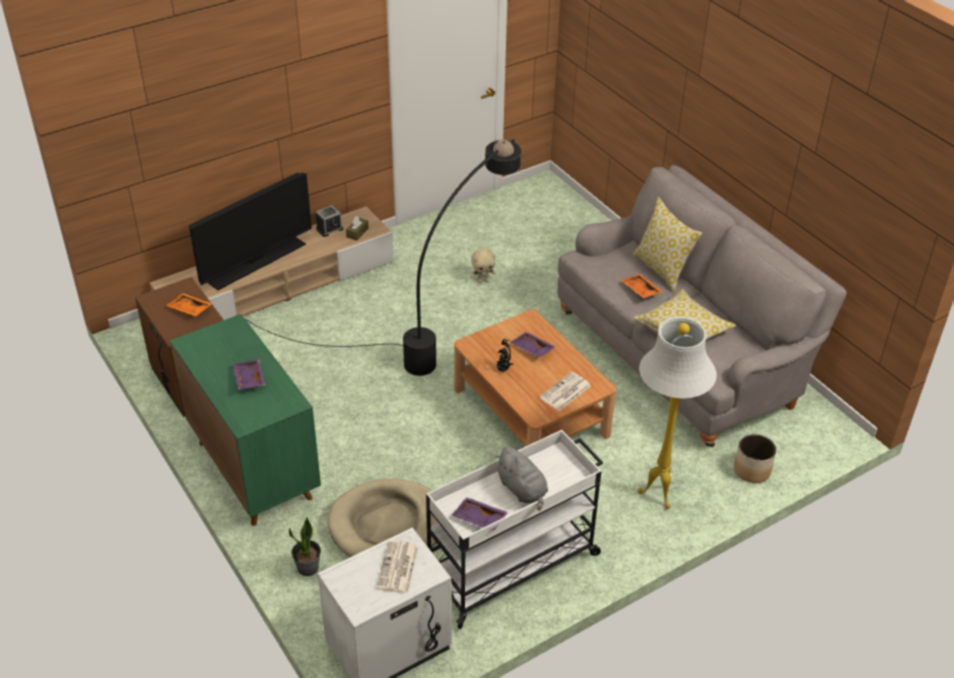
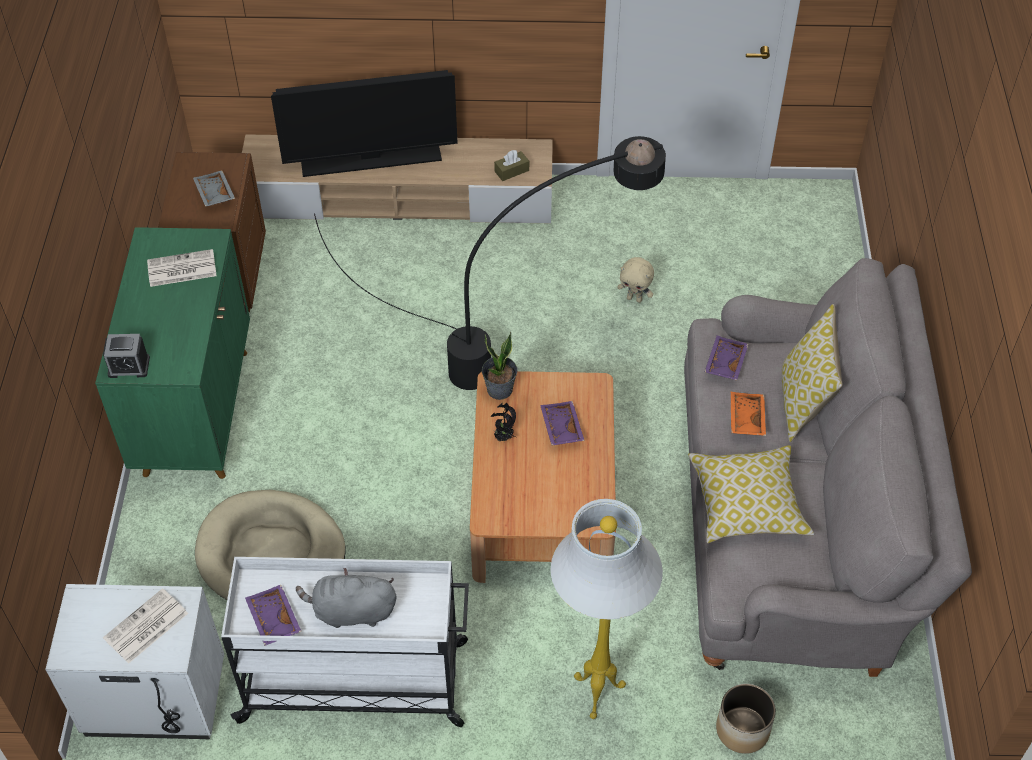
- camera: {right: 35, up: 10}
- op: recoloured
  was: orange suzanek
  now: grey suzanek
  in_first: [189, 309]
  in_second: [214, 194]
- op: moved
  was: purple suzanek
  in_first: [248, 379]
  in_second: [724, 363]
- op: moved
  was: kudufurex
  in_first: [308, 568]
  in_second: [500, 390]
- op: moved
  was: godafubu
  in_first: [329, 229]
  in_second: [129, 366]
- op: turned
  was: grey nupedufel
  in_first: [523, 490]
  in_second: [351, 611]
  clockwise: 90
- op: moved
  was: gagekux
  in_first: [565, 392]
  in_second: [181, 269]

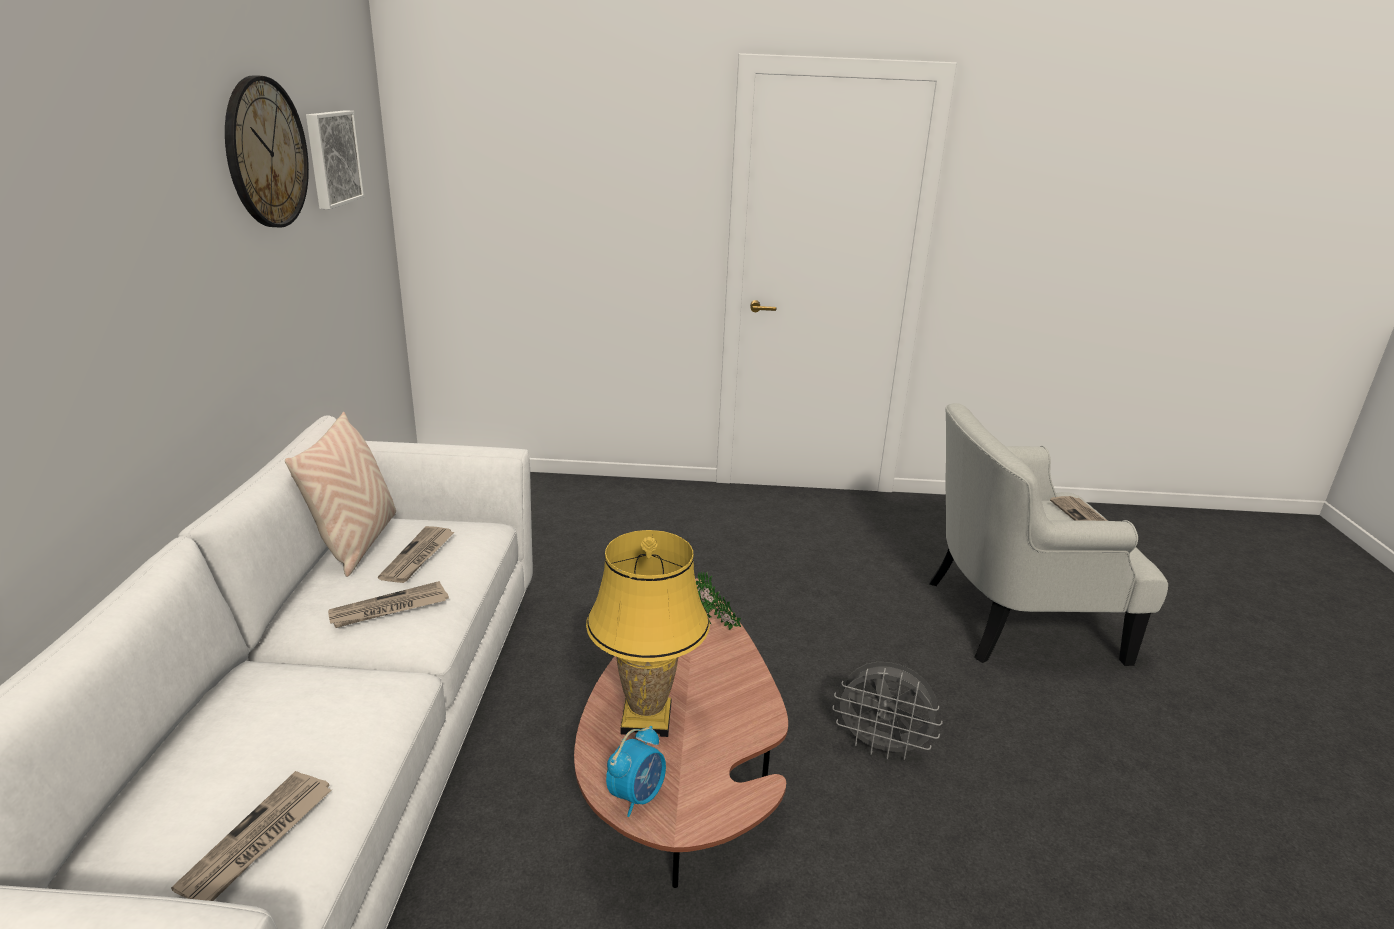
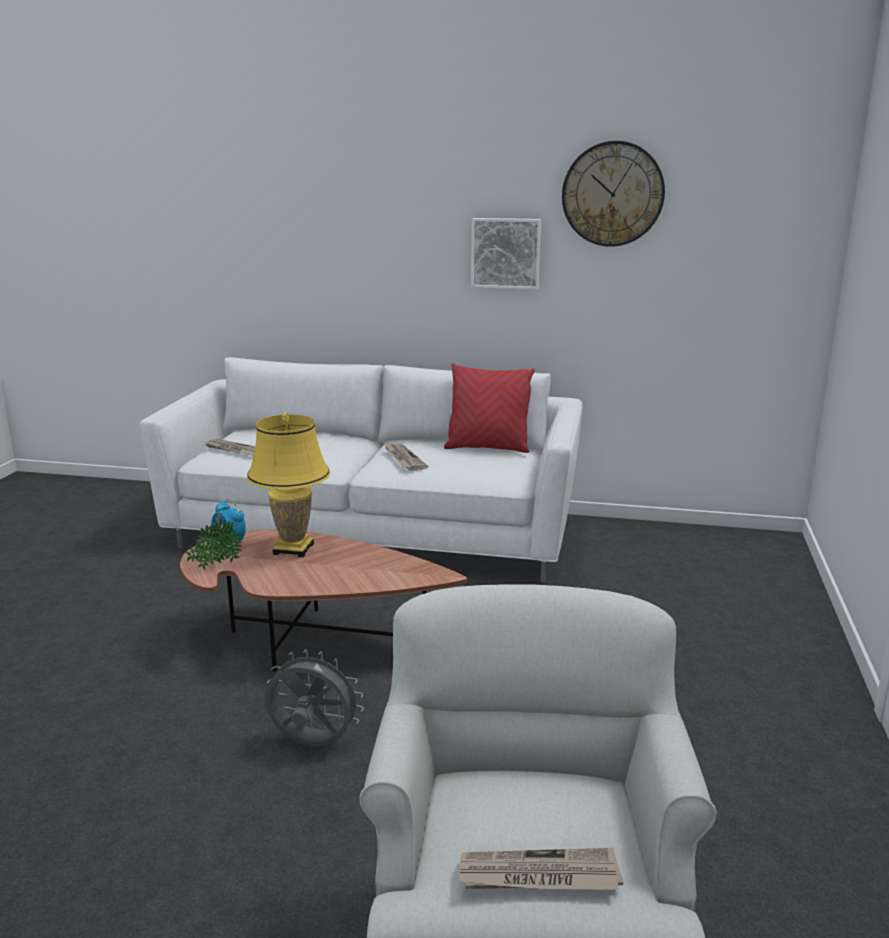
- camera: {right: 100, up: -5}
- op: recoloured
  was: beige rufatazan
  now: red rufatazan
  in_first: [357, 543]
  in_second: [487, 448]
- op: moved
  was: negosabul
  in_first: [332, 158]
  in_second: [506, 253]
- op: removed
  was: gagekux
  in_first: [418, 557]
- op: moved
  was: kudufurex
  in_first: [714, 627]
  in_second: [215, 566]
- op: turned
  was: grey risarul
  in_first: [881, 747]
  in_second: [312, 744]
  clockwise: 75

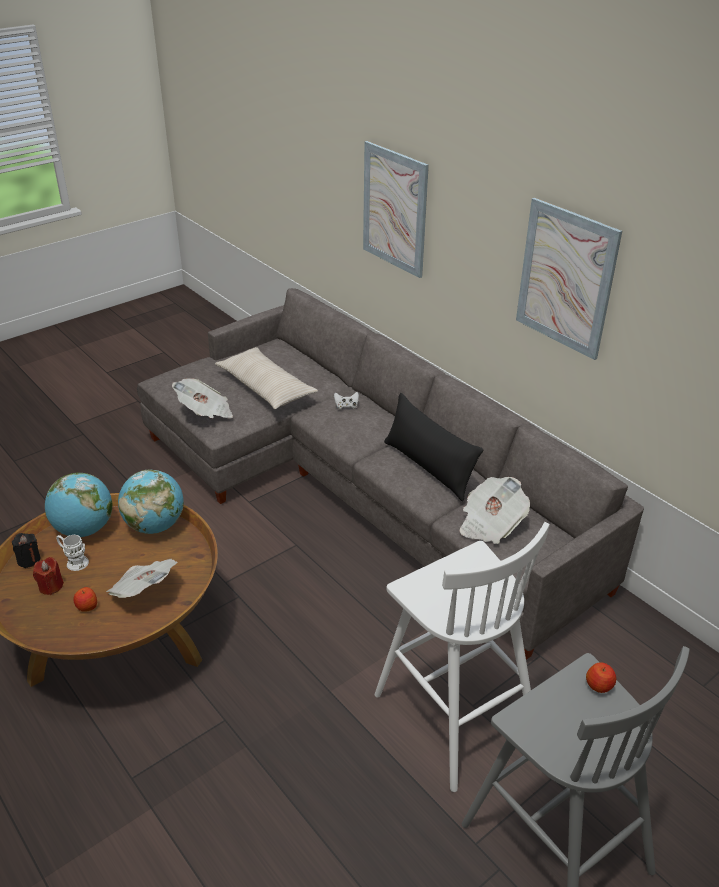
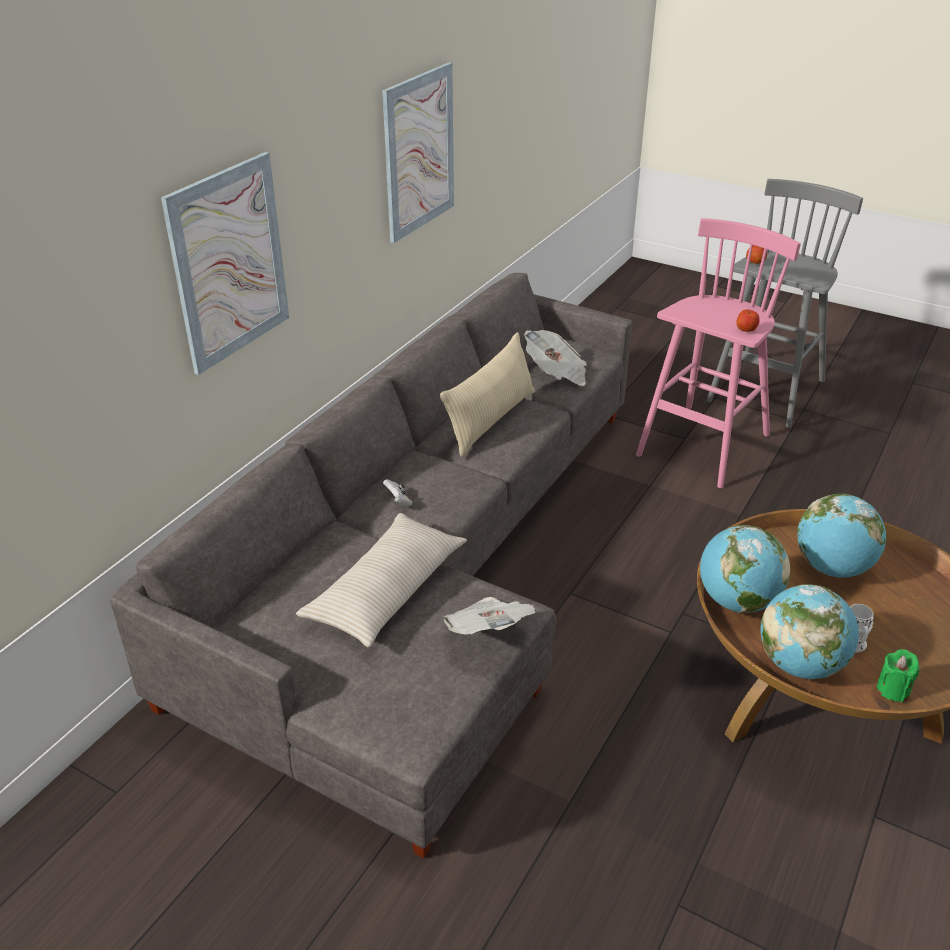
- camera: {right: -110, up: 0}
- op: recoloured
  was: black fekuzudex
  now: green fekuzudex
  in_first: [29, 560]
  in_second: [893, 689]
- op: removed
  was: red fekuzudex
  in_first: [51, 586]
- op: moved
  was: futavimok
  in_first: [87, 606]
  in_second: [746, 329]
- op: replaced
  was: gagekux
  now: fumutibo
  in_first: [144, 590]
  in_second: [832, 568]
- op: recoloured
  was: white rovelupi
  now: pink rovelupi
  in_first: [452, 714]
  in_second: [702, 447]
- op: recoloured
  was: black rufatazan
  now: beige rufatazan
  in_first: [428, 467]
  in_second: [490, 420]

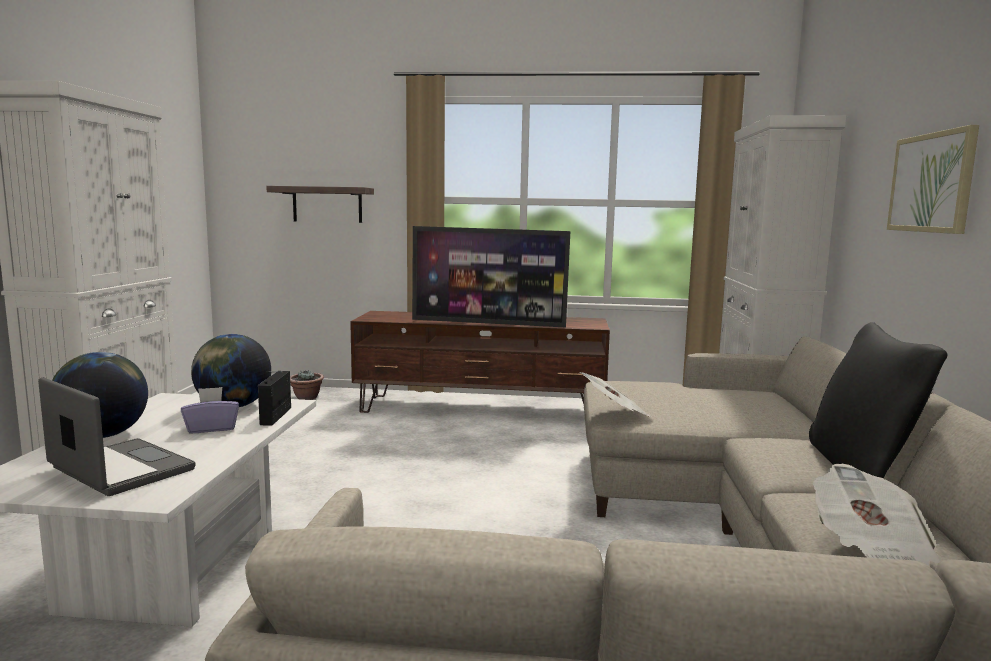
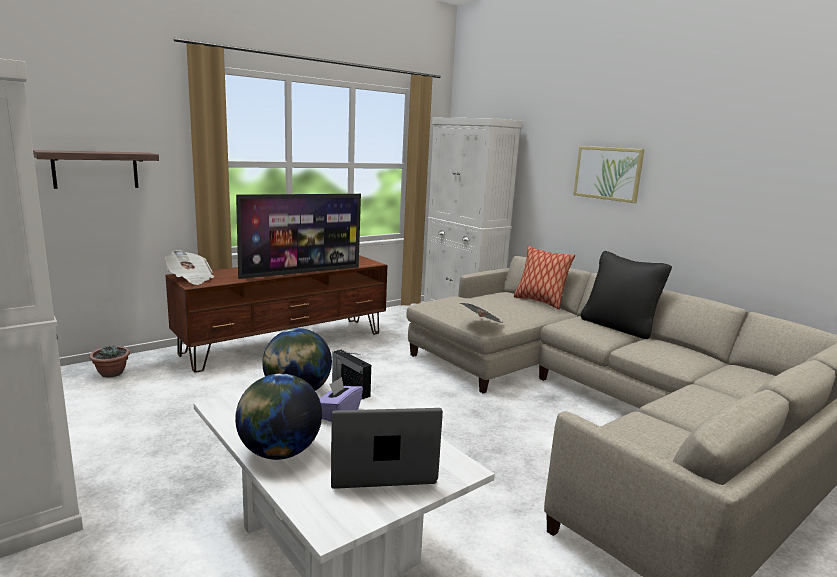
- camera: {right: -45, up: 5}
- op: moved
  was: gagekux
  in_first: [871, 549]
  in_second: [190, 279]
- op: added
  now: rufatazan
  in_second: [539, 302]

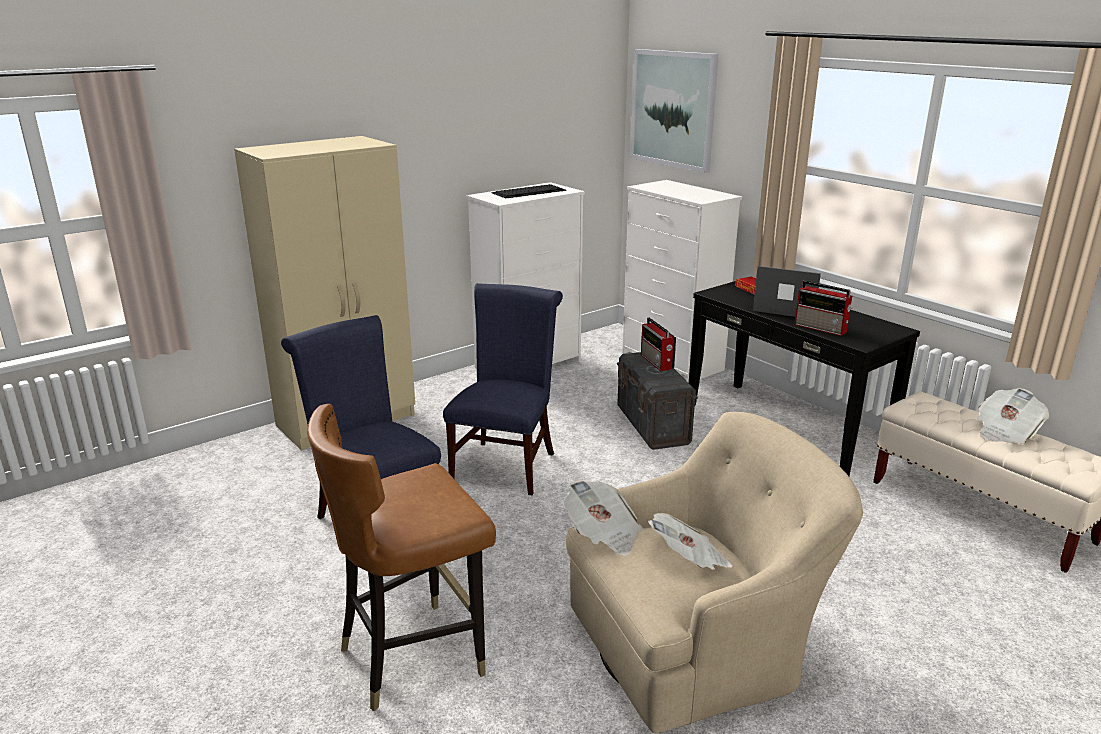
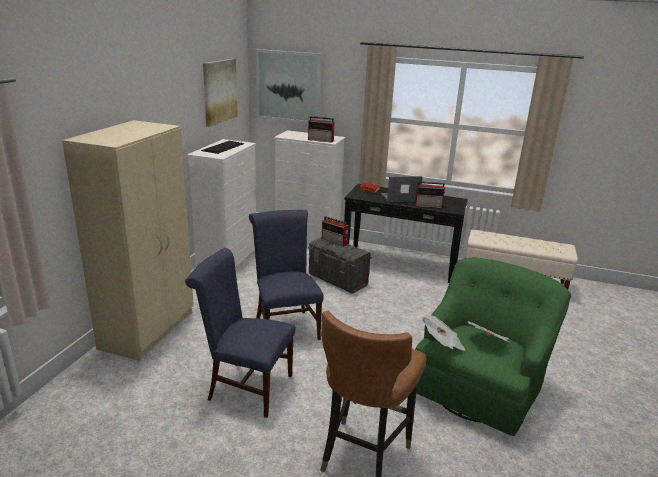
- camera: {right: -35, up: 0}
- op: recoloured
  was: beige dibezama
  now: green dibezama
  in_first: [699, 642]
  in_second: [479, 385]
- op: removed
  was: gagekux
  in_first: [1005, 432]
- op: added
  now: negosabul
  in_second: [219, 91]
- op: added
  now: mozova
  in_second: [321, 140]

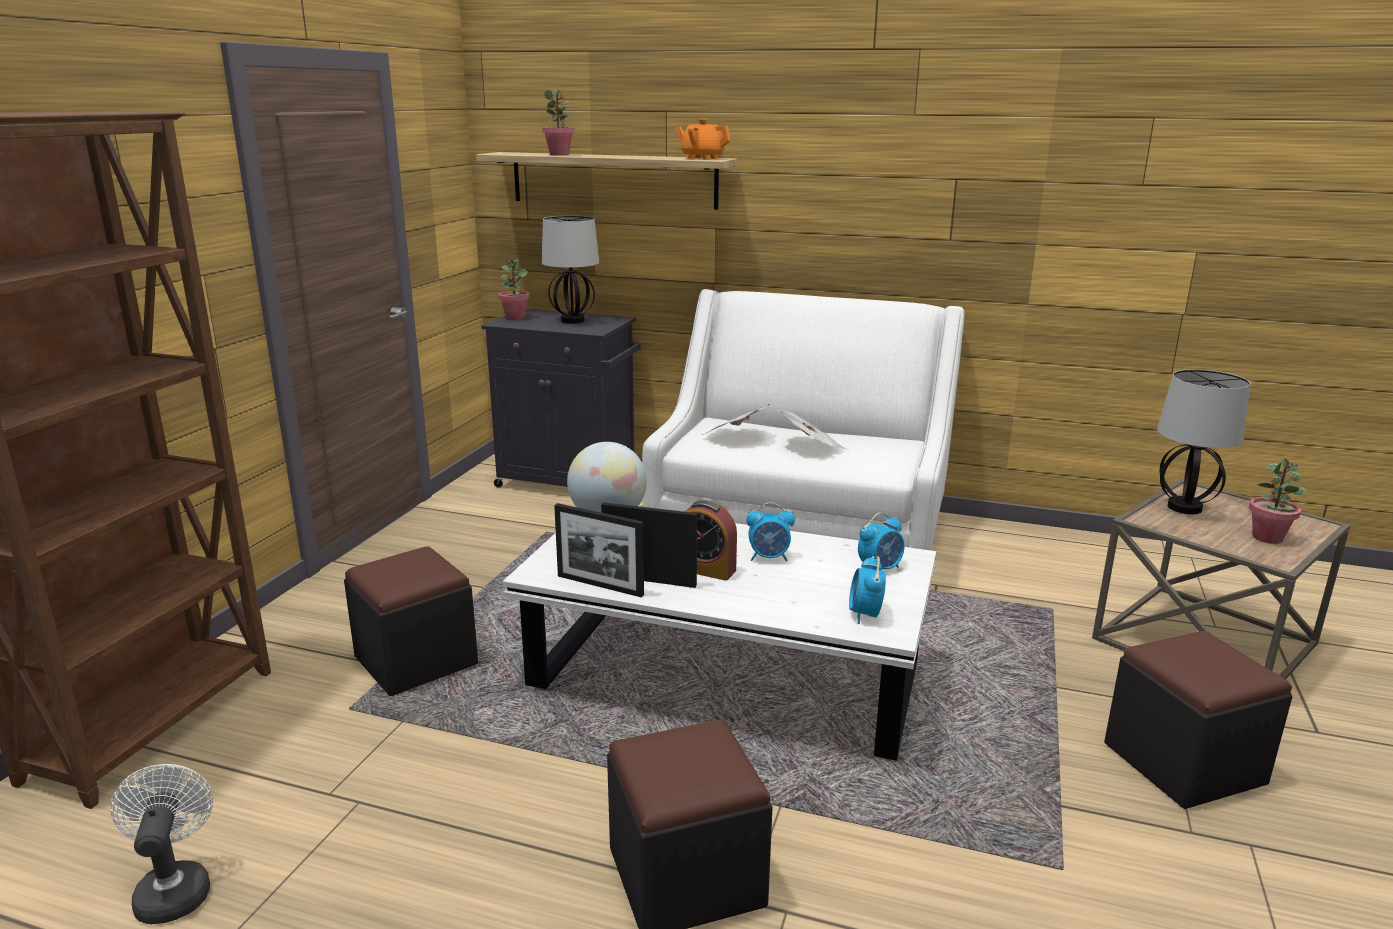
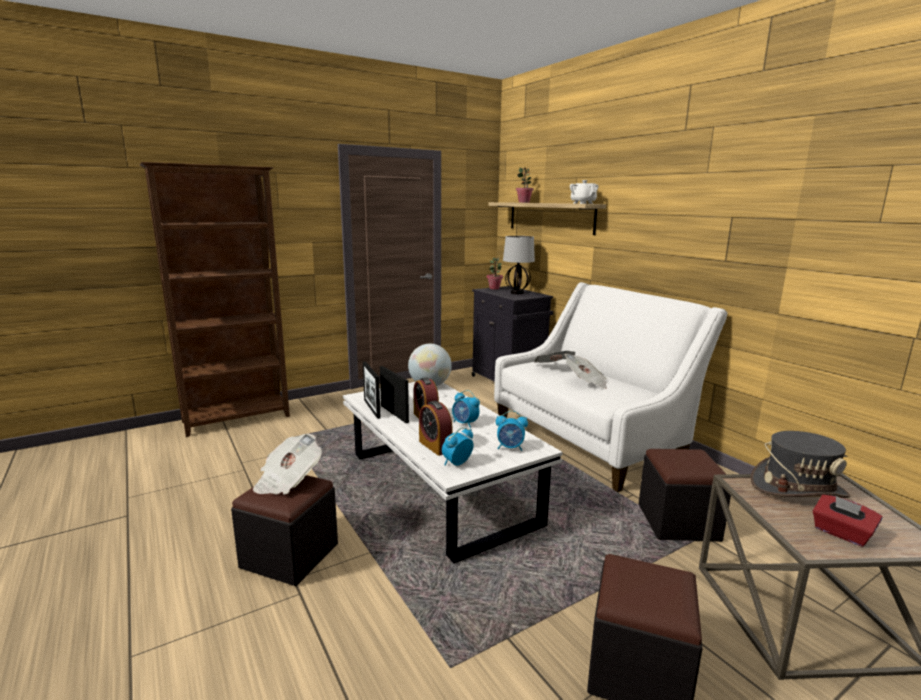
- camera: {right: 40, up: -5}
- op: removed
  was: white risarul
  in_first: [174, 888]
- op: moved
  was: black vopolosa
  in_first: [416, 661]
  in_second: [678, 522]
- op: recoloured
  was: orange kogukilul
  now: white kogukilul
  in_first: [702, 158]
  in_second: [583, 203]
- op: replaced
  was: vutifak
  now: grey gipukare
  in_first: [1184, 507]
  in_second: [797, 488]
- op: replaced
  was: kudufurex
  now: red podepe
  in_first: [1267, 538]
  in_second: [841, 533]
- op: added
  now: gagekux
  in_second: [288, 480]
- op: added
  now: godafubu
  in_second: [435, 446]

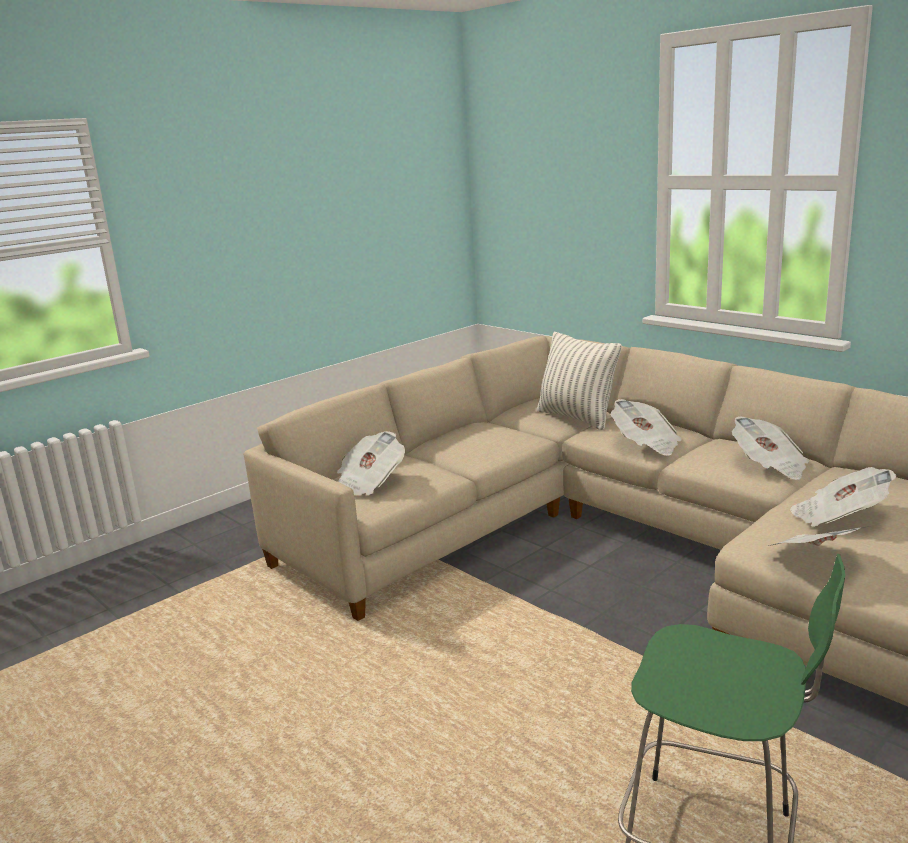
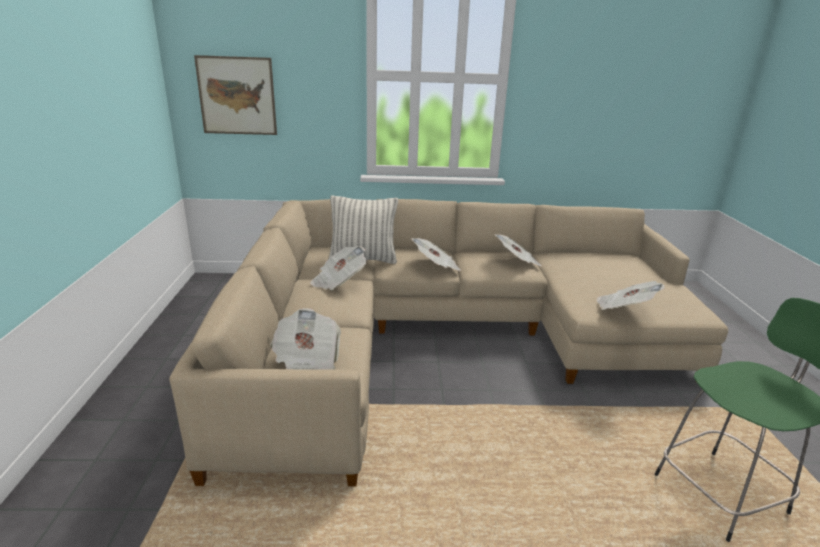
- camera: {right: -50, up: 5}
- op: moved
  was: gagekux
  in_first: [838, 518]
  in_second: [338, 281]
- op: added
  now: negosabul
  in_second: [237, 96]

